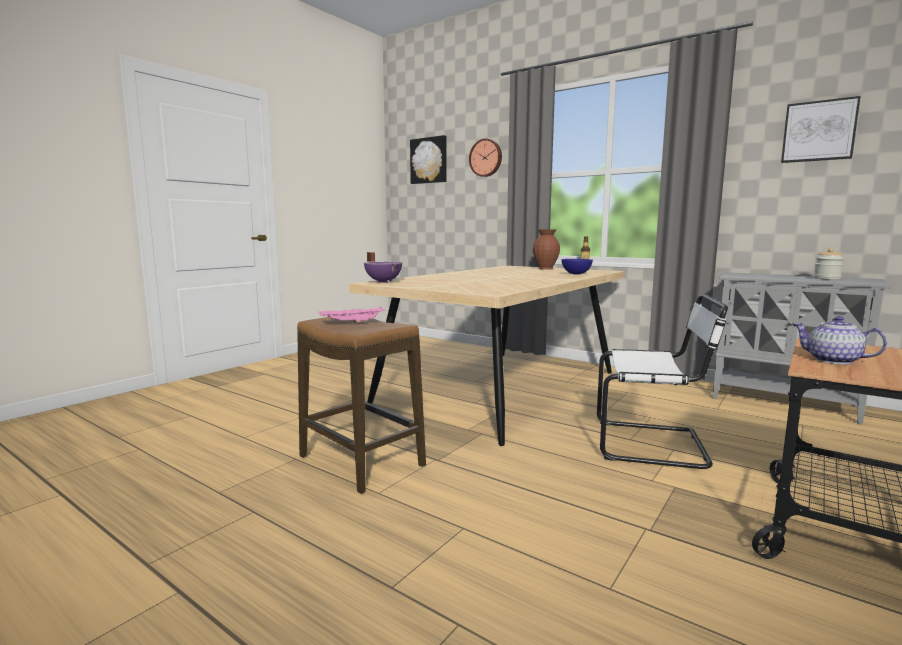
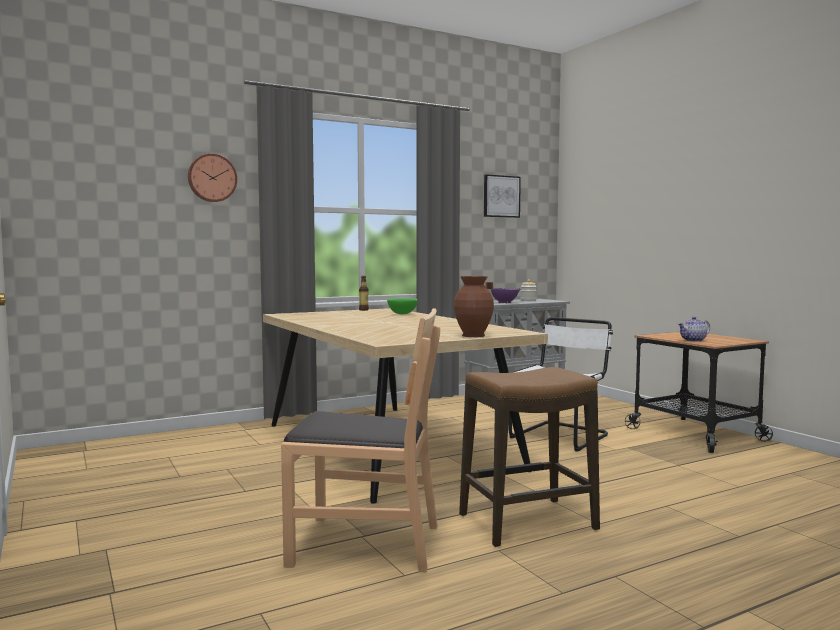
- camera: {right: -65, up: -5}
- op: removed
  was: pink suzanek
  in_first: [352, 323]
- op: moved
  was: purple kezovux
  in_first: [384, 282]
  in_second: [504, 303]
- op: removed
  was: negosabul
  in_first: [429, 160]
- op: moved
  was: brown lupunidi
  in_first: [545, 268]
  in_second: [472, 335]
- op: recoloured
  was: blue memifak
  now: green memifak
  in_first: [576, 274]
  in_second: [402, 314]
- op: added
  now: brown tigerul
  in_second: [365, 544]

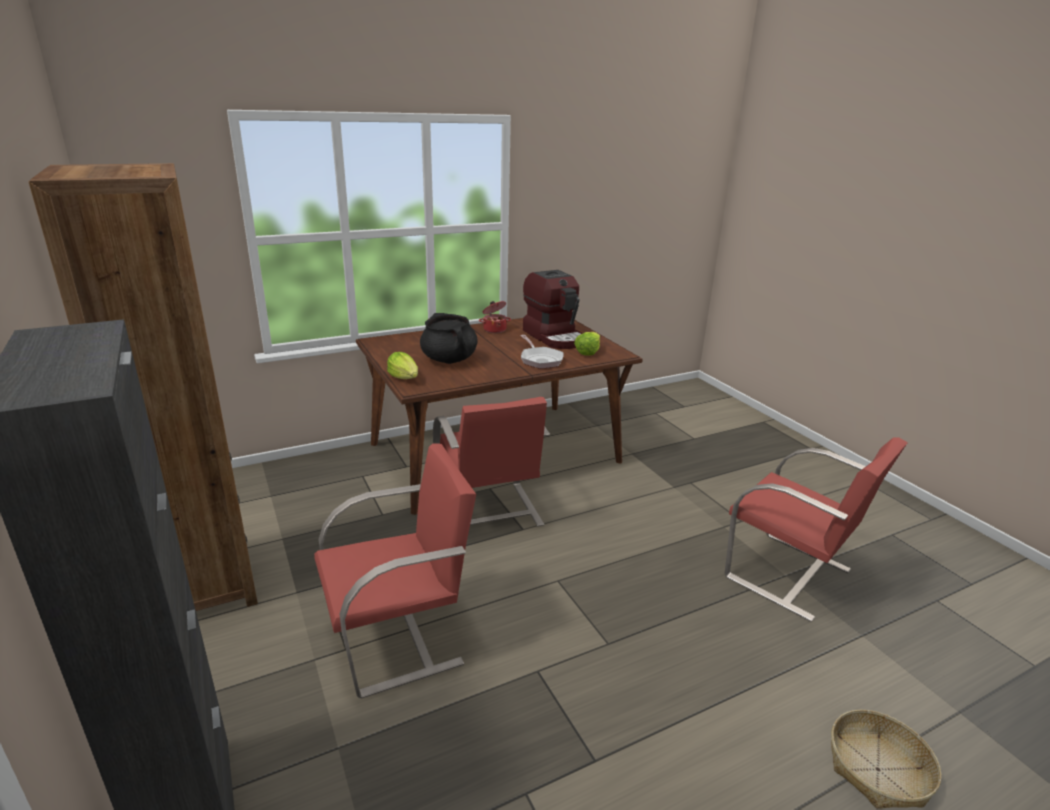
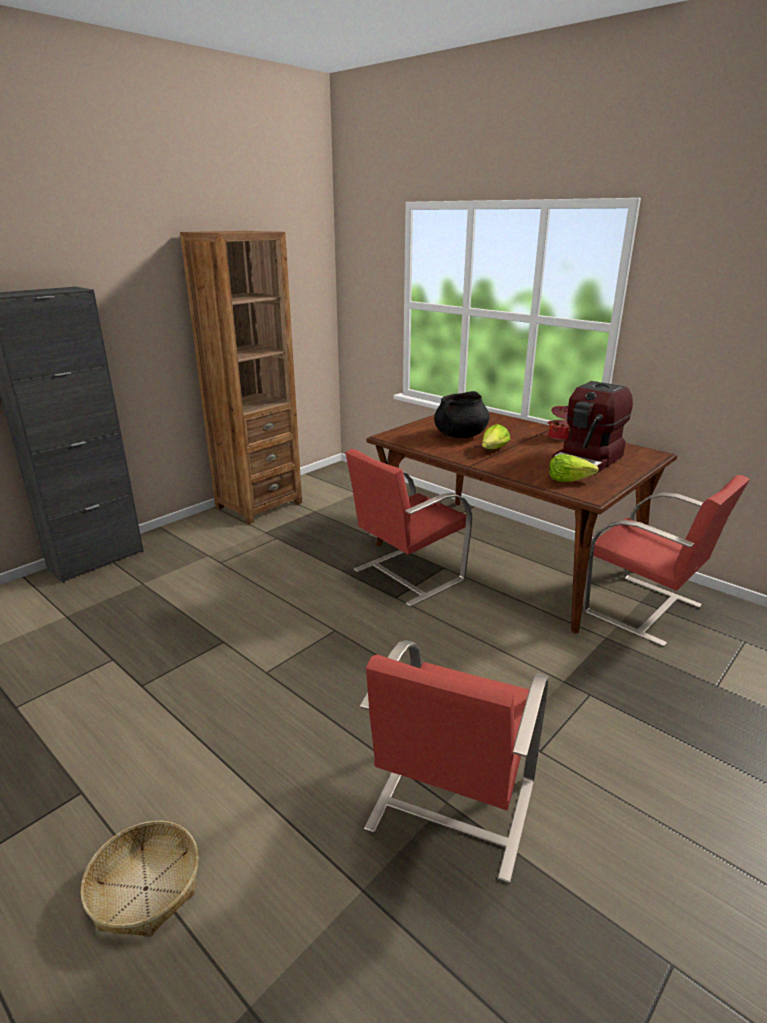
- camera: {right: 70, up: 0}
- op: moved
  was: red tigerul
  in_first: [399, 637]
  in_second: [644, 610]
- op: moved
  was: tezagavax
  in_first: [404, 378]
  in_second: [494, 449]
- op: removed
  was: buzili
  in_first: [540, 359]

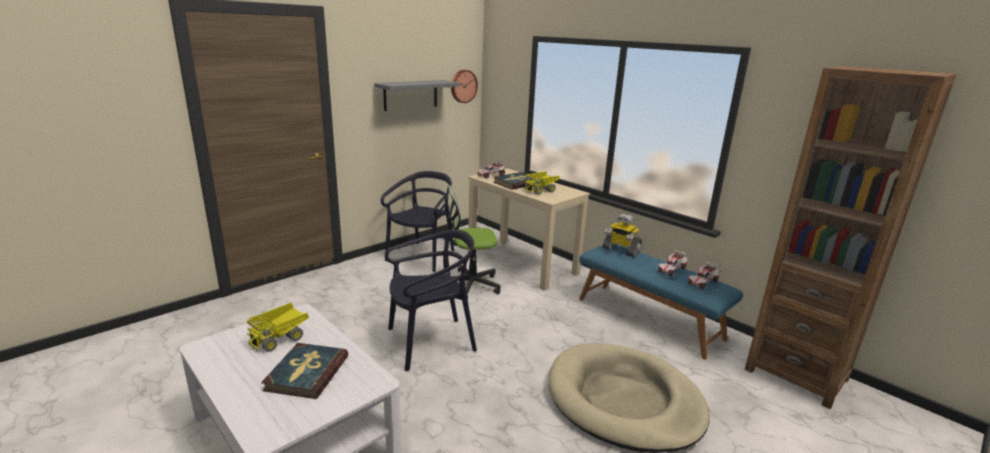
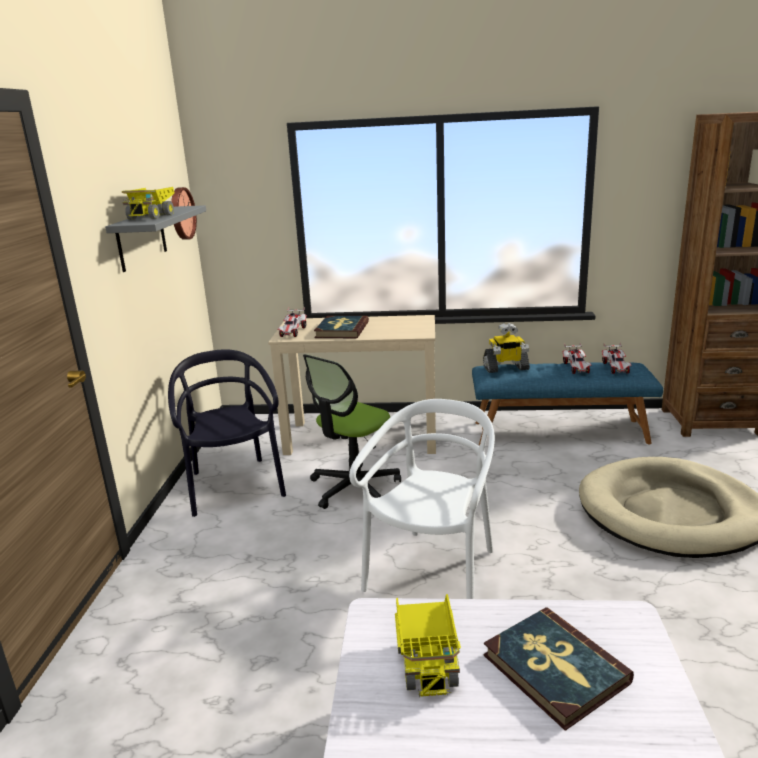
- camera: {right: -40, up: 0}
- op: recoloured
  was: black tigerul
  now: white tigerul
  in_first: [430, 342]
  in_second: [433, 573]
- op: moved
  was: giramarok
  in_first: [541, 191]
  in_second: [152, 216]

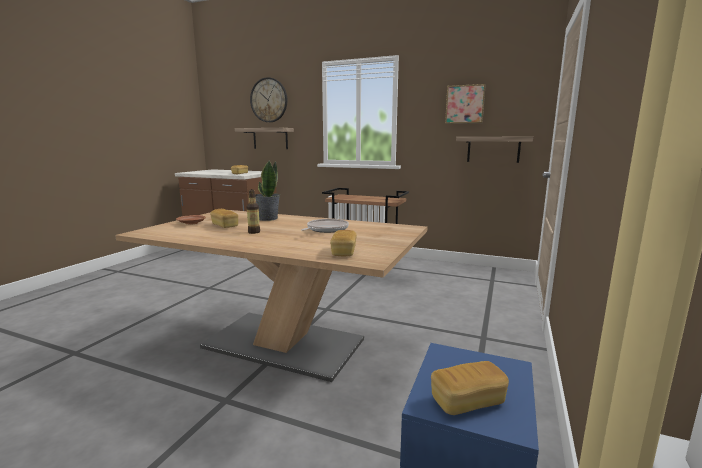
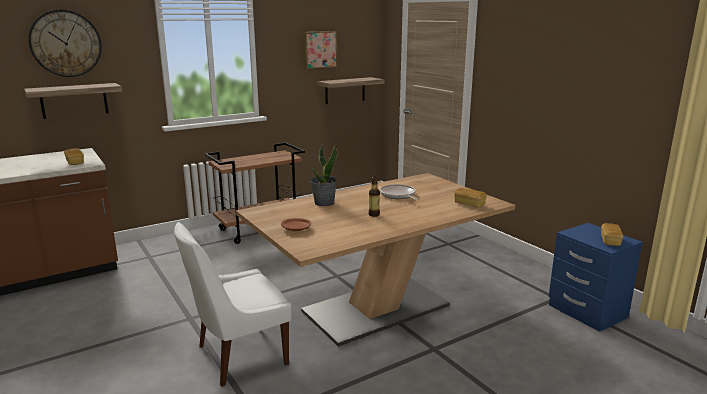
- camera: {right: -55, up: 5}
- op: removed
  was: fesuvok
  in_first: [225, 226]
- op: added
  now: white tigerul
  in_second: [238, 356]

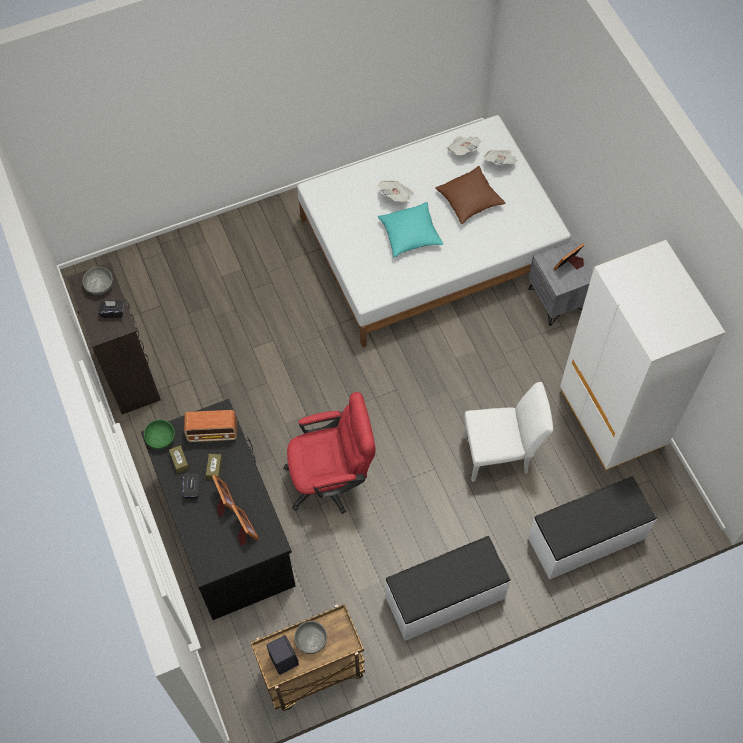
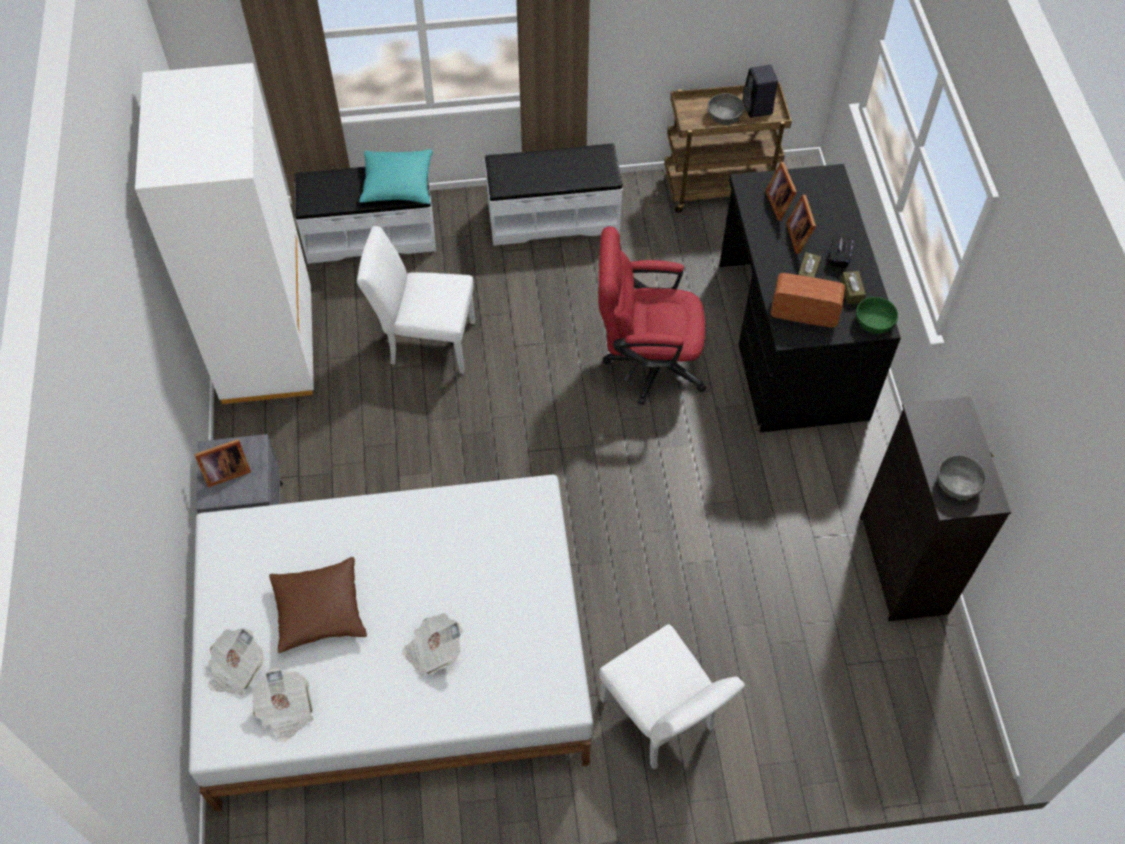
- camera: {right: -165, up: -5}
- op: removed
  was: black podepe
  in_first: [113, 312]
- op: moved
  was: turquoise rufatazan
  in_first: [410, 235]
  in_second: [397, 185]
- op: added
  now: white tigerul
  in_second: [662, 721]

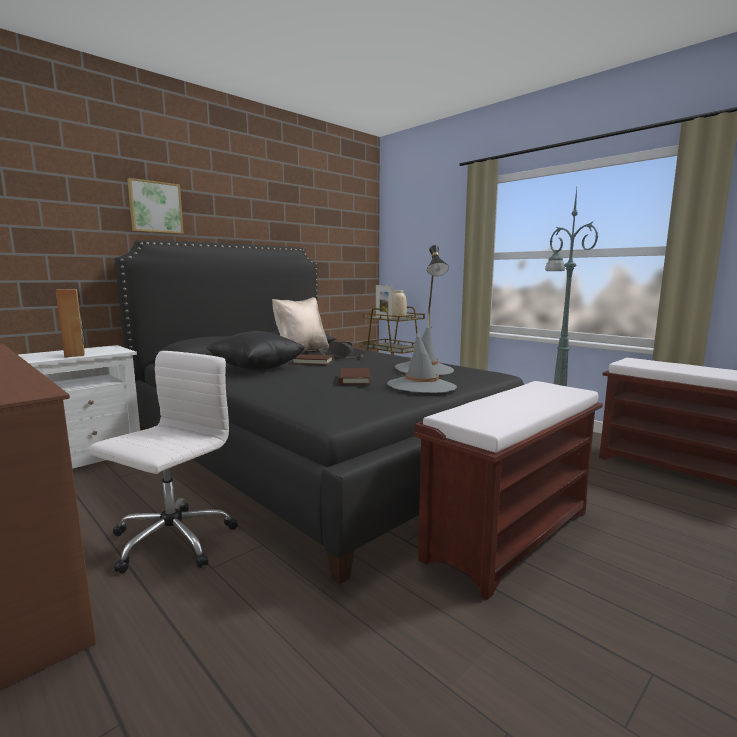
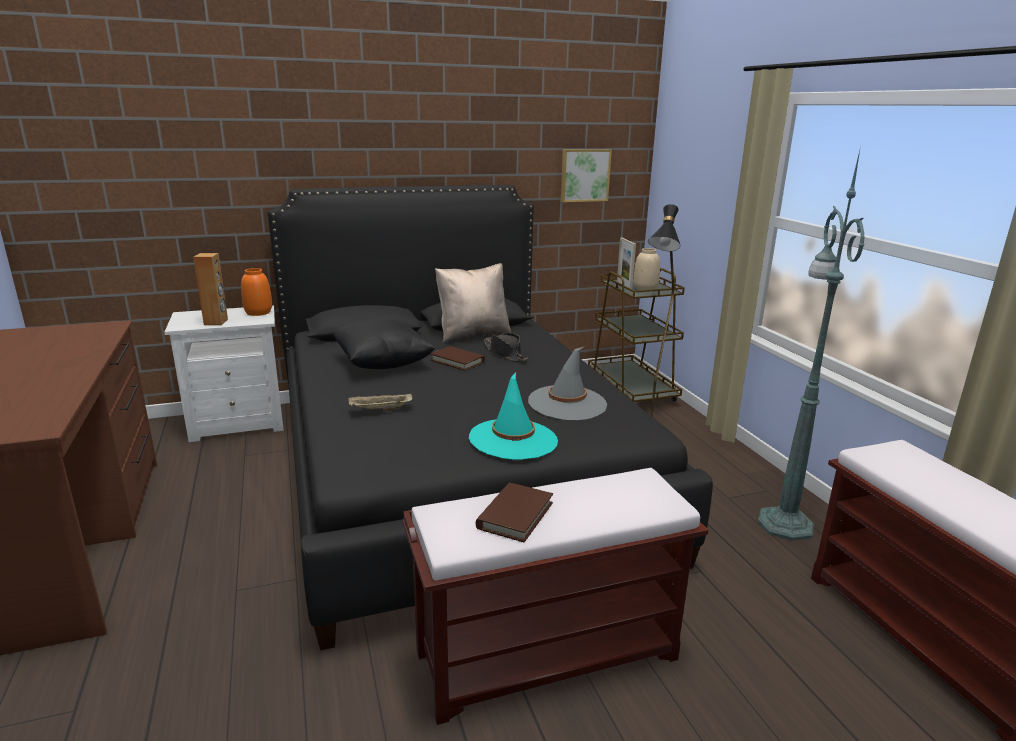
- camera: {right: 25, up: 10}
- op: removed
  was: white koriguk
  in_first: [171, 541]
- op: moved
  was: negosabul
  in_first: [155, 207]
  in_second: [584, 175]
- op: moved
  was: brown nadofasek
  in_first: [354, 379]
  in_second: [515, 515]
- op: recoloured
  was: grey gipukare
  now: turquoise gipukare
  in_first: [421, 386]
  in_second: [513, 439]
- op: added
  now: orange lupunidi
  in_second: [258, 313]
- op: added
  now: beige suzanek
  in_second: [380, 410]

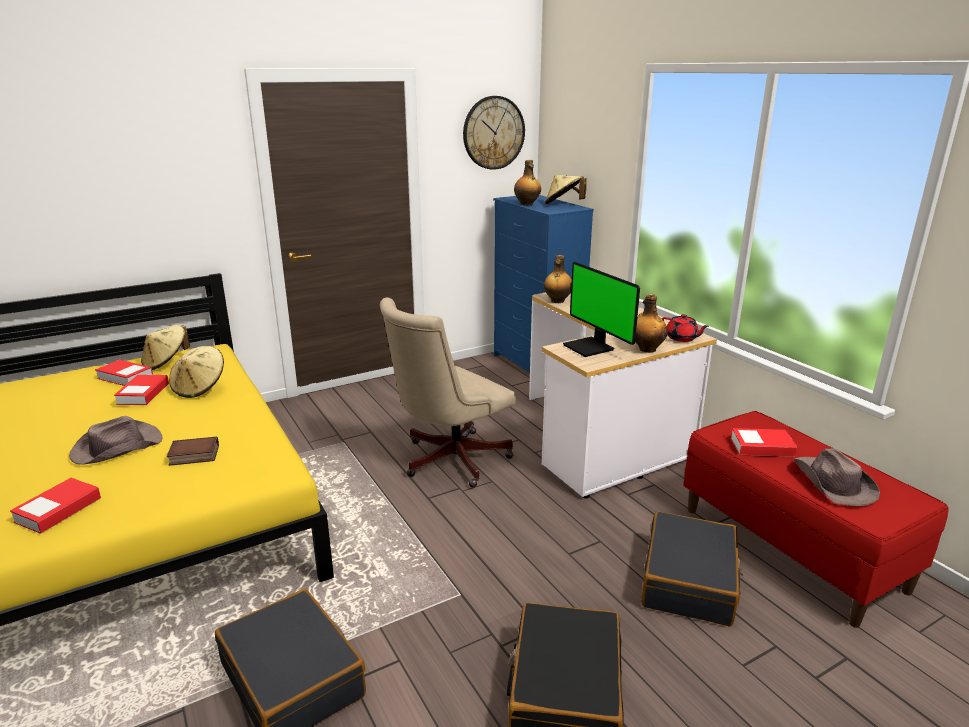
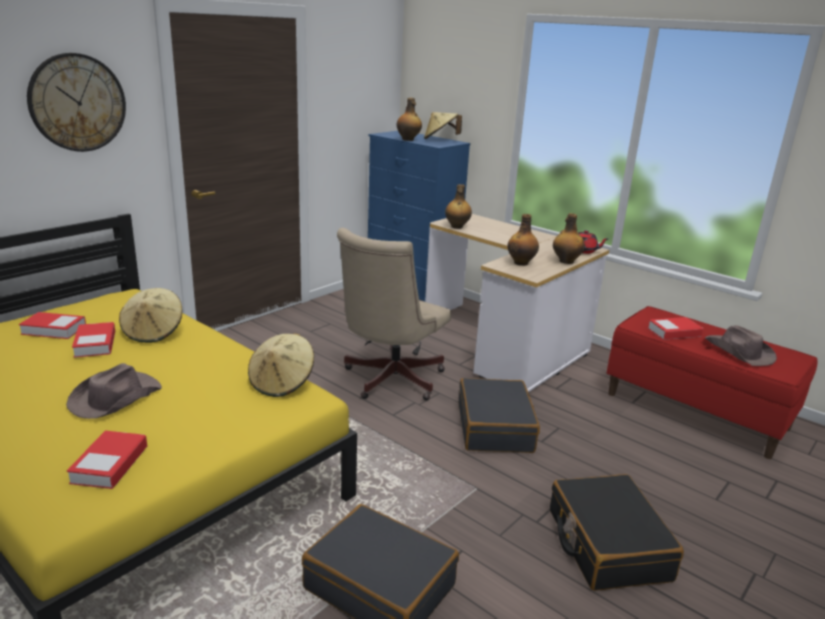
- camera: {right: -20, up: 0}
- op: moved
  was: beige gipukare
  in_first: [166, 362]
  in_second: [282, 383]
- op: removed
  was: nadofasek
  in_first: [193, 456]
- op: moved
  was: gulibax
  in_first: [493, 133]
  in_second: [77, 103]
- op: replaced
  was: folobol
  now: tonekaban
  in_first: [590, 347]
  in_second: [521, 263]
- op: moved
  was: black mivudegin
  in_first: [689, 581]
  in_second: [495, 427]

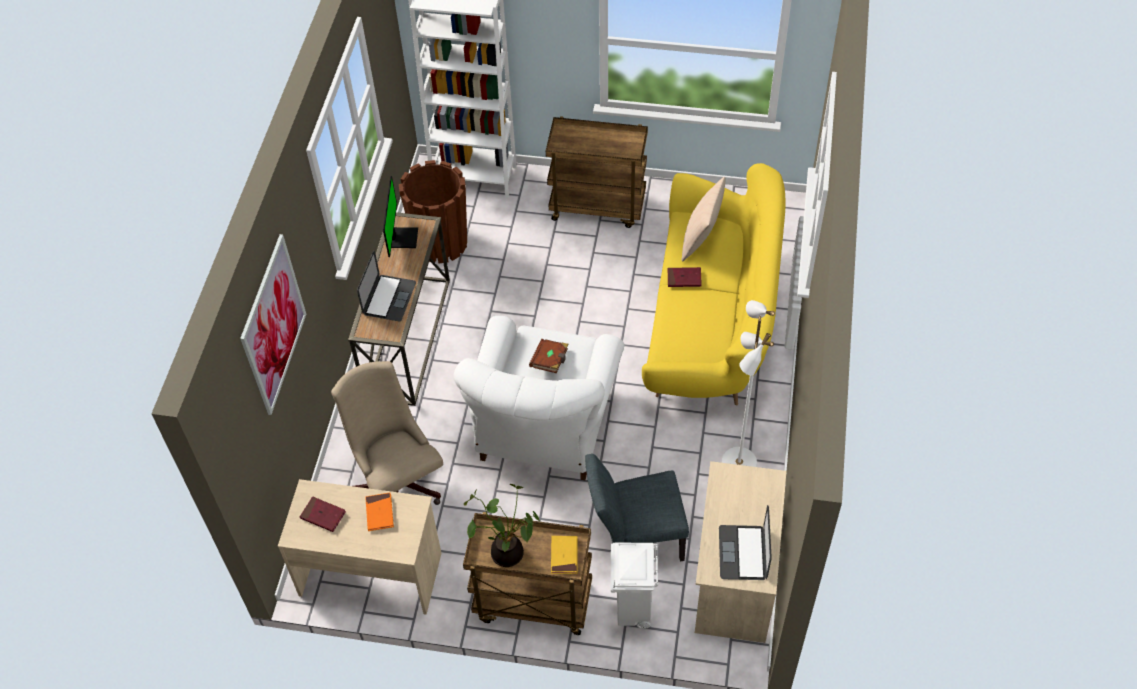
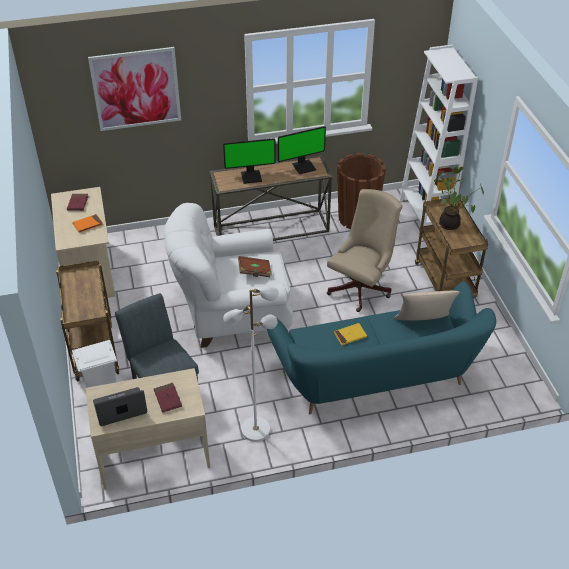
- camera: {right: 65, up: -10}
- op: moved
  was: beige koriguk
  in_first: [397, 480]
  in_second: [362, 287]
- op: replaced
  was: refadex
  now: folobol
  in_first: [389, 298]
  in_second: [251, 176]
- op: moved
  was: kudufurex
  in_first: [507, 551]
  in_second: [451, 223]
- op: moved
  was: yellow nadofasek
  in_first: [564, 556]
  in_second: [350, 335]
- op: recoloured
  was: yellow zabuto
  now: turquoise zabuto
  in_first: [711, 324]
  in_second: [377, 377]
- op: moved
  was: red nadofasek
  in_first: [684, 278]
  in_second: [168, 398]

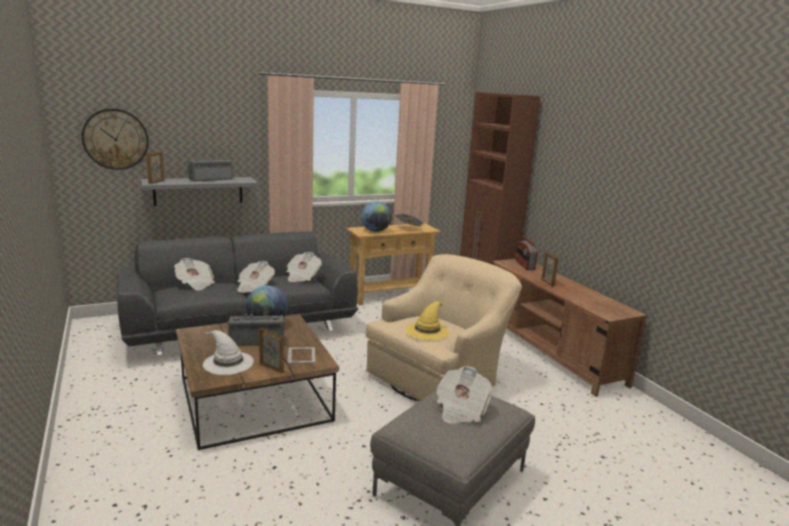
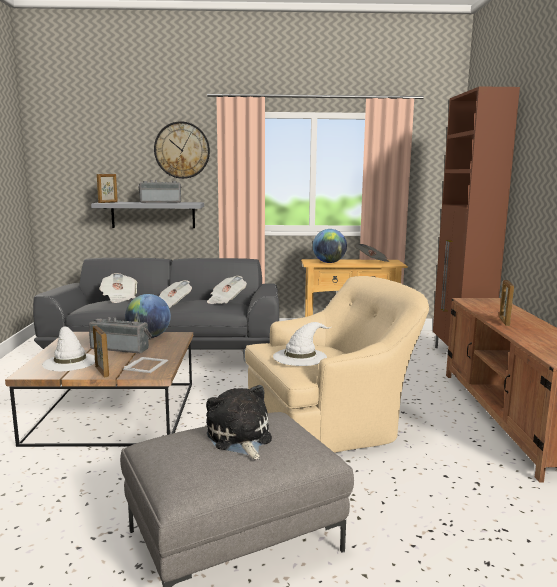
- camera: {right: 25, up: -5}
- op: moved
  was: gulibax
  in_first: [115, 139]
  in_second: [182, 150]
- op: recoloured
  was: yellow gipukare
  now: white gipukare
  in_first: [427, 330]
  in_second: [300, 356]
- op: replaced
  was: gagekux
  now: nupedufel
  in_first: [461, 409]
  in_second: [240, 438]
- op: removed
  was: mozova
  in_first: [524, 265]

